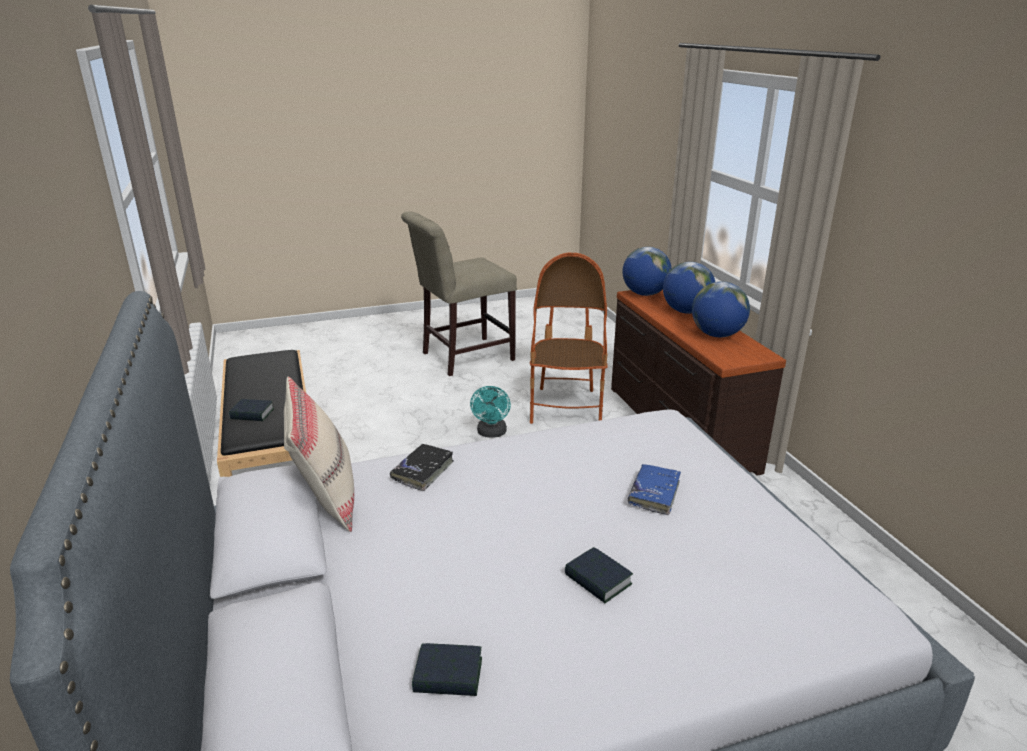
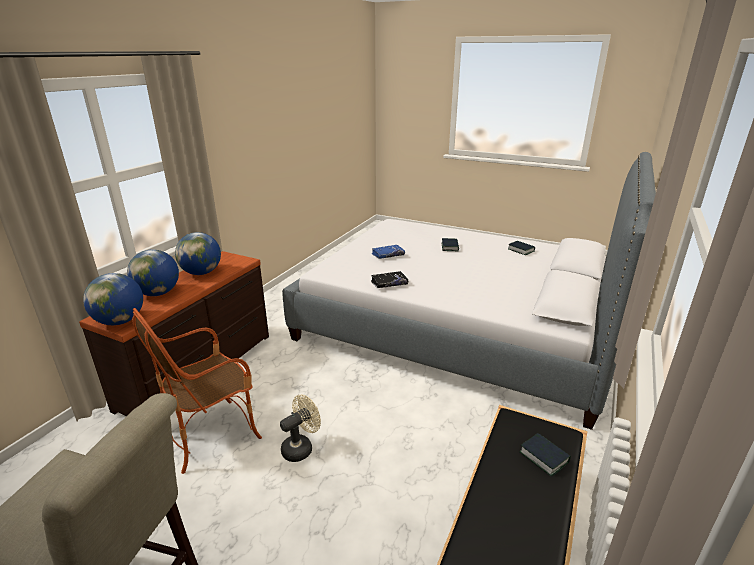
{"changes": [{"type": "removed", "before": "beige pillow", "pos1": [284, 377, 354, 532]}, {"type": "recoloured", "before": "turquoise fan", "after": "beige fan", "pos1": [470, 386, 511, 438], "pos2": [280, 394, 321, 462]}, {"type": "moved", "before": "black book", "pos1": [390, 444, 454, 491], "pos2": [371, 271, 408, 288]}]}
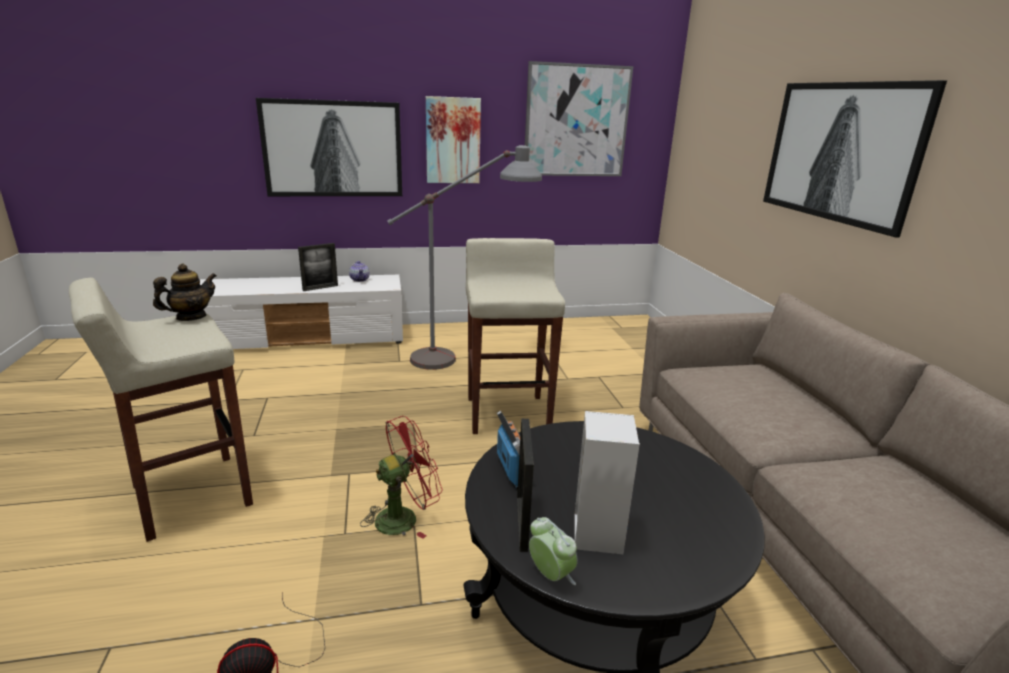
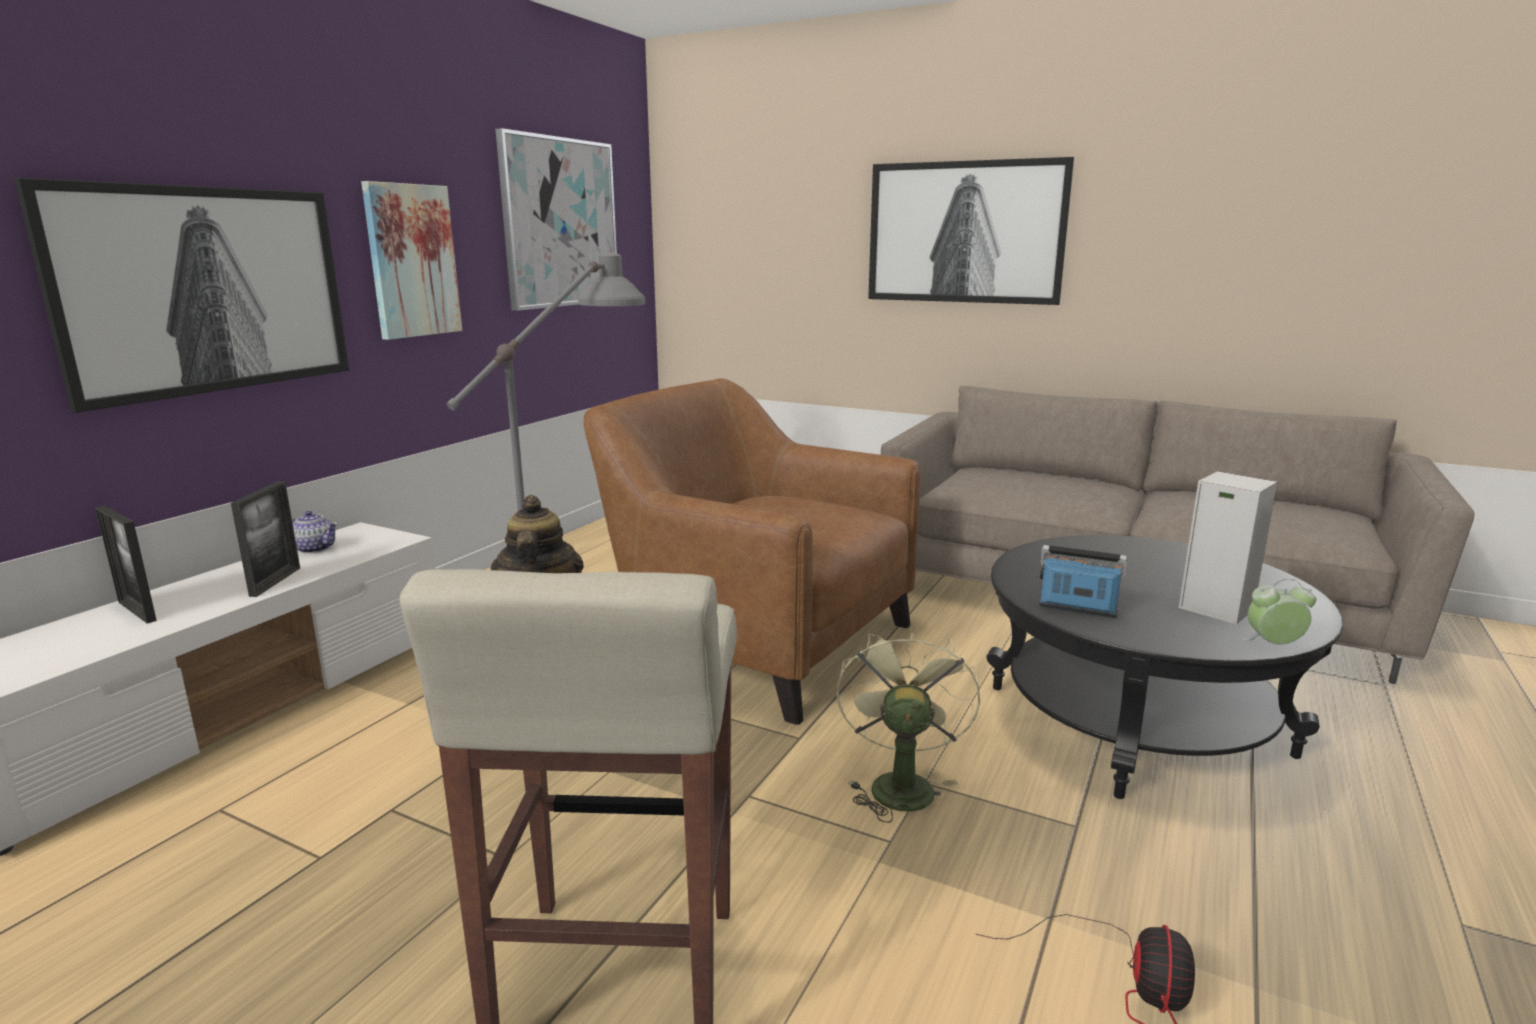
{"changes": [{"type": "replaced", "before": "beige stool", "after": "brown armchair", "pos1": [466, 238, 565, 434], "pos2": [584, 379, 920, 725]}, {"type": "recoloured", "before": "red fan", "after": "green fan", "pos1": [360, 416, 443, 539], "pos2": [837, 625, 980, 823]}, {"type": "moved", "before": "picture frame", "pos1": [517, 419, 534, 552], "pos2": [95, 506, 157, 624]}]}
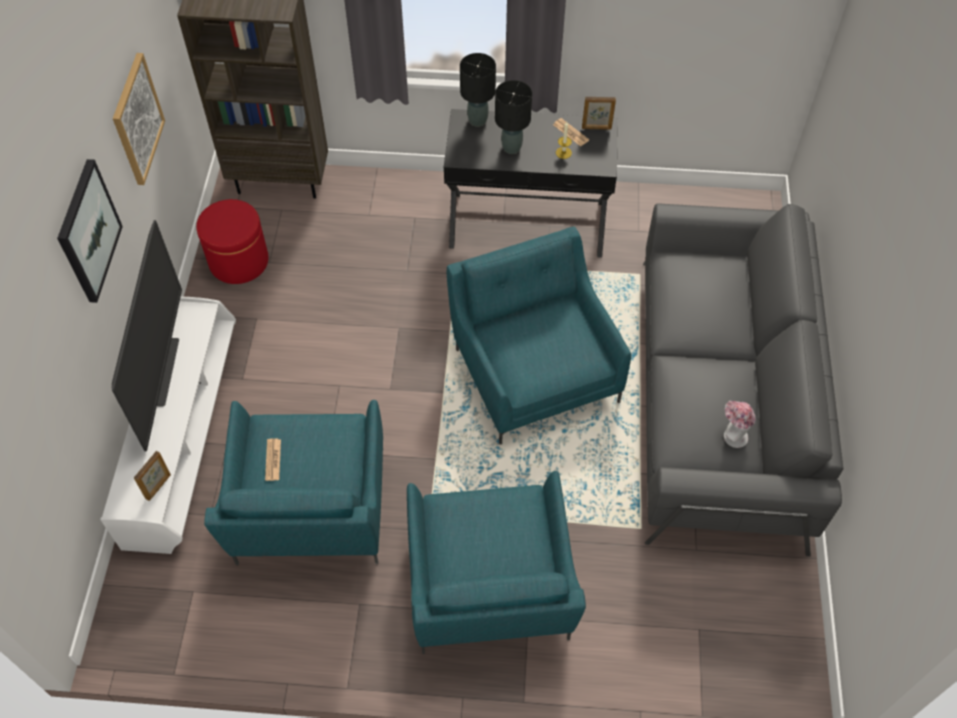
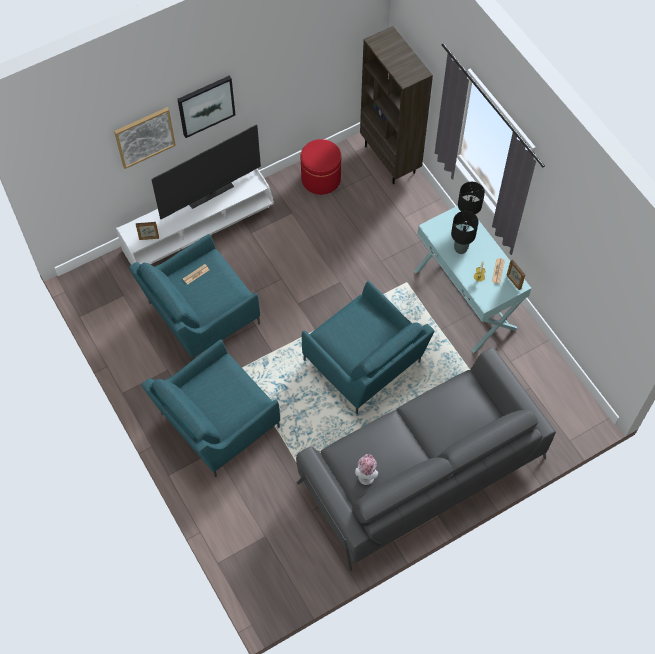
{"changes": [{"type": "moved", "before": "picture", "pos1": [113, 53, 165, 185], "pos2": [114, 107, 176, 169]}, {"type": "recoloured", "before": "black console table", "after": "turquoise console table", "pos1": [444, 109, 618, 258], "pos2": [414, 206, 532, 353]}, {"type": "turned", "before": "turquoise armchair", "pos1": [446, 227, 631, 444], "pos2": [302, 281, 434, 414], "turn": 105}]}
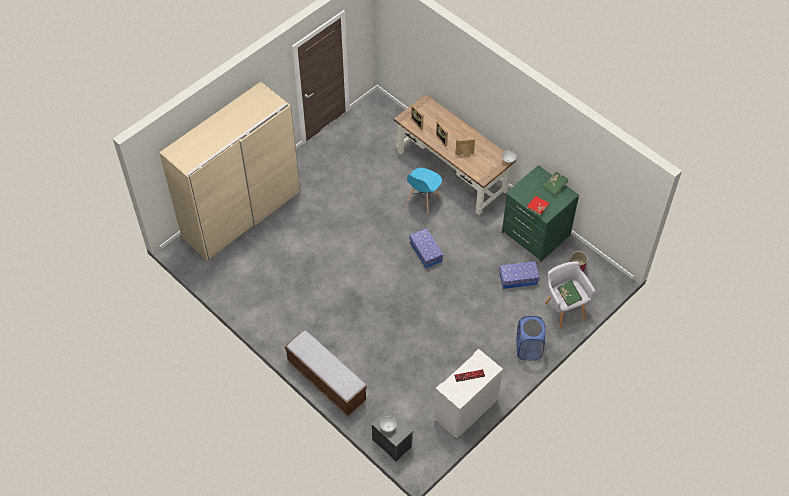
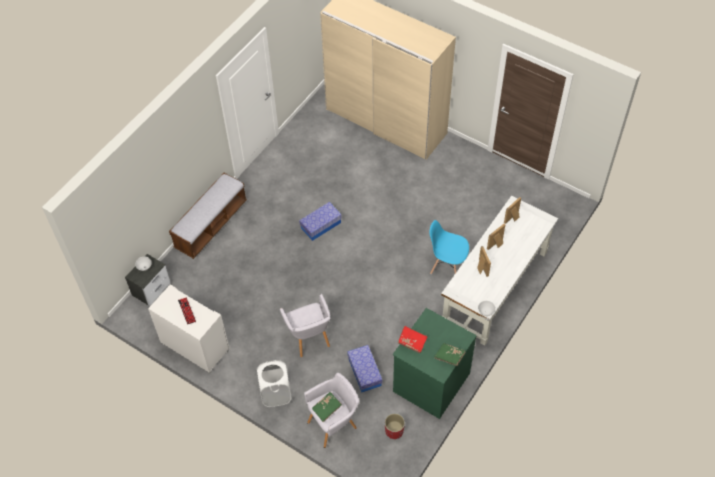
{"changes": [{"type": "recoloured", "before": "brown desk", "after": "white desk", "pos1": [394, 94, 516, 215], "pos2": [441, 195, 558, 346]}, {"type": "moved", "before": "storage box", "pos1": [410, 228, 443, 268], "pos2": [299, 202, 342, 241]}, {"type": "recoloured", "before": "blue laundry basket", "after": "white laundry basket", "pos1": [516, 316, 546, 360], "pos2": [257, 360, 292, 407]}, {"type": "added", "after": "grey armchair", "pos2": [280, 294, 331, 357]}]}
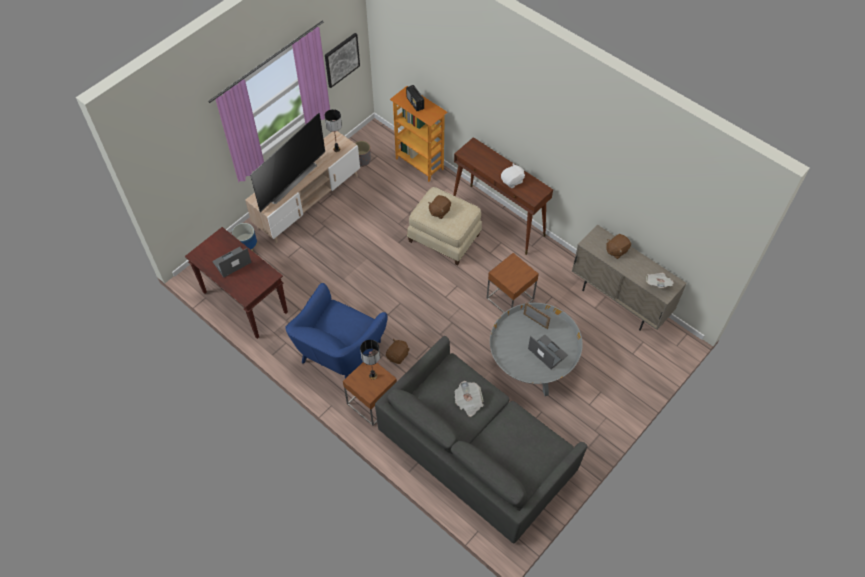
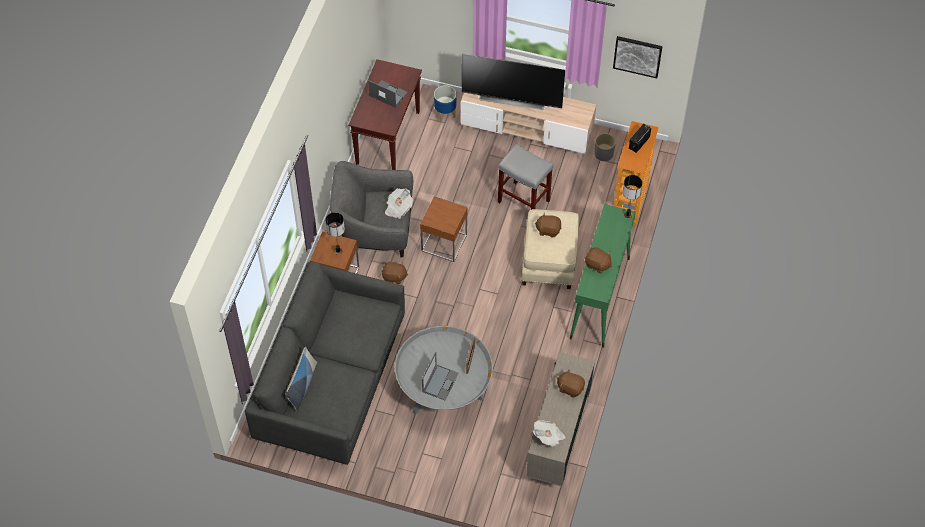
{"changes": [{"type": "moved", "before": "table lamp", "pos1": [324, 109, 342, 152], "pos2": [623, 175, 642, 219]}, {"type": "recoloured", "before": "brown console table", "after": "green console table", "pos1": [453, 137, 553, 255], "pos2": [570, 204, 636, 348]}, {"type": "recoloured", "before": "white plush toy", "after": "brown plush toy", "pos1": [501, 163, 525, 188], "pos2": [585, 247, 612, 274]}, {"type": "moved", "before": "brown side table", "pos1": [487, 253, 539, 313], "pos2": [420, 196, 467, 262]}, {"type": "recoloured", "before": "blue armchair", "after": "grey armchair", "pos1": [285, 283, 388, 379], "pos2": [330, 161, 413, 257]}, {"type": "moved", "before": "newspaper", "pos1": [455, 381, 484, 417], "pos2": [385, 188, 413, 219]}, {"type": "added", "after": "grey stool", "pos2": [498, 144, 554, 210]}, {"type": "added", "after": "pillow", "pos2": [285, 346, 317, 411]}]}
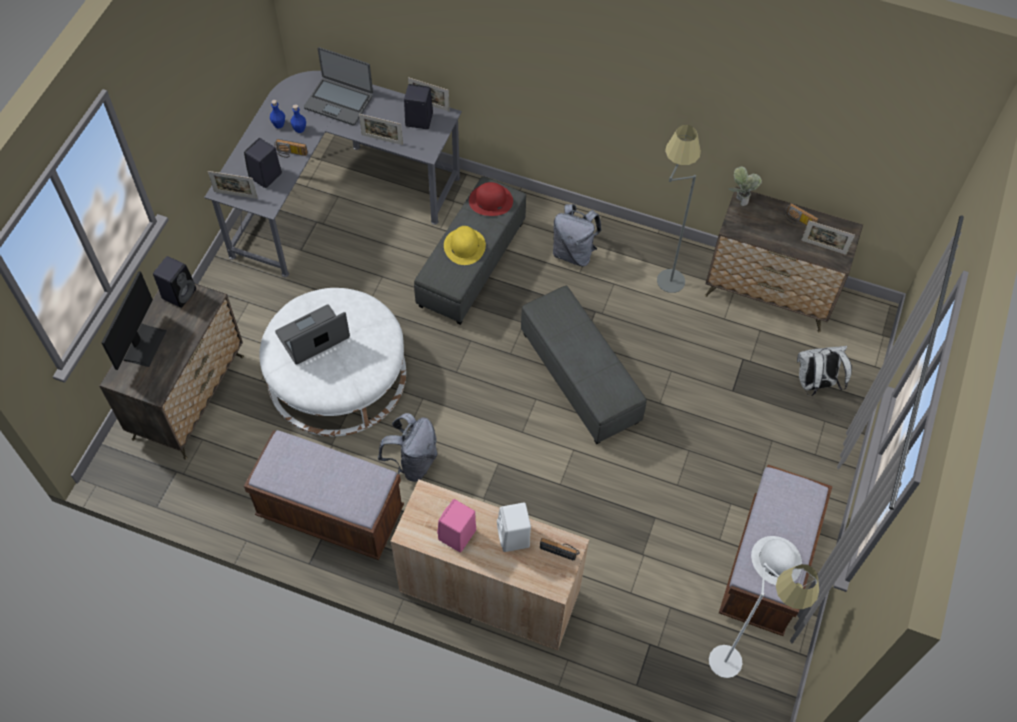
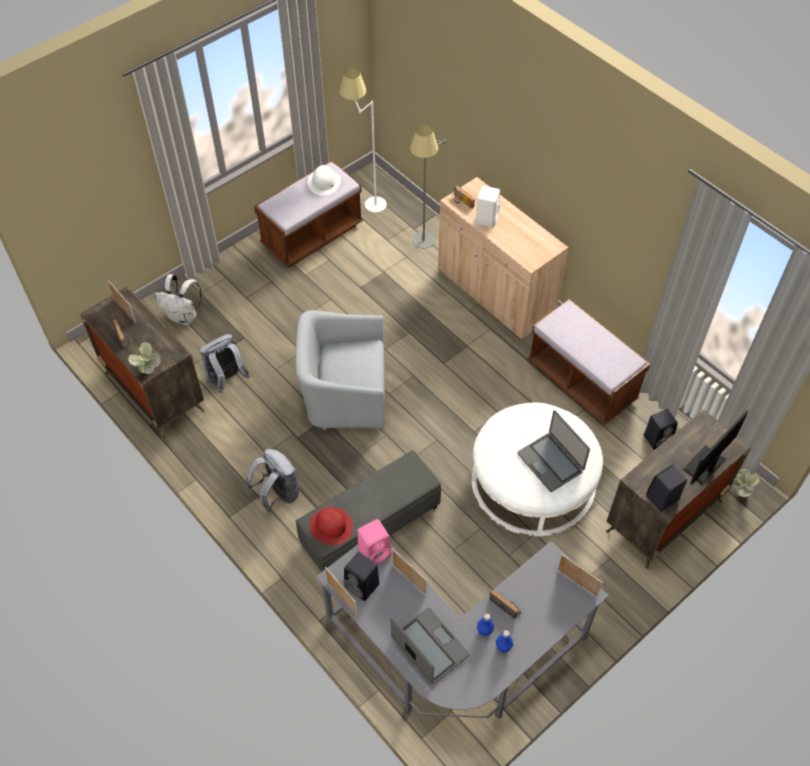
{"changes": [{"type": "moved", "before": "grey floor lamp", "pos1": [657, 125, 701, 293], "pos2": [410, 125, 446, 249]}, {"type": "moved", "before": "black speaker", "pos1": [244, 138, 282, 188], "pos2": [644, 409, 678, 450]}, {"type": "removed", "before": "yellow hat", "pos1": [444, 226, 486, 265]}, {"type": "replaced", "before": "grey ottoman", "after": "grey armchair", "pos1": [521, 286, 647, 444], "pos2": [295, 310, 385, 430]}, {"type": "turned", "before": "laptop", "pos1": [275, 304, 350, 365], "pos2": [517, 410, 590, 492], "turn": 60}, {"type": "moved", "before": "grey backpack", "pos1": [378, 413, 438, 482], "pos2": [199, 334, 250, 393]}, {"type": "moved", "before": "pink speaker", "pos1": [437, 499, 476, 552], "pos2": [357, 519, 391, 564]}, {"type": "added", "after": "potted plant", "pos2": [732, 469, 760, 497]}]}
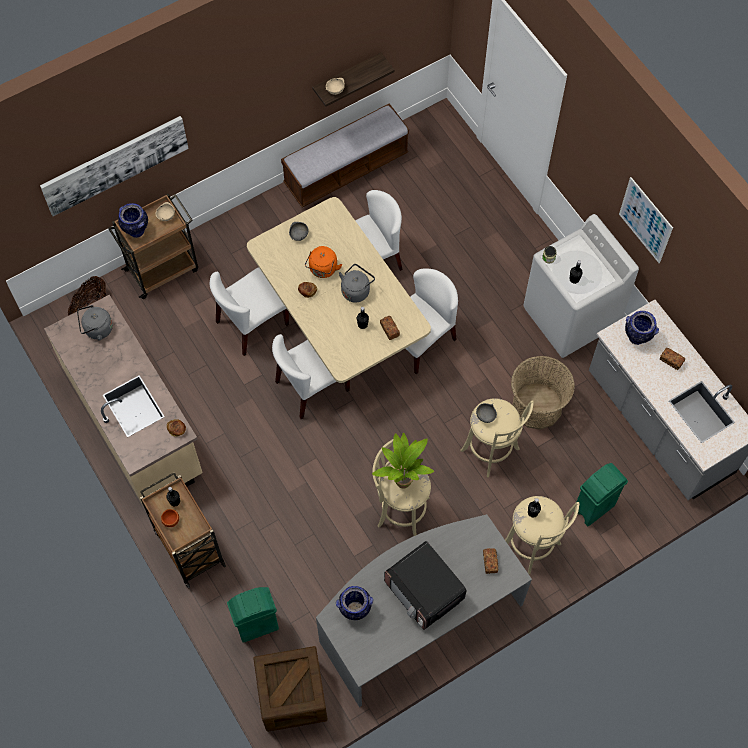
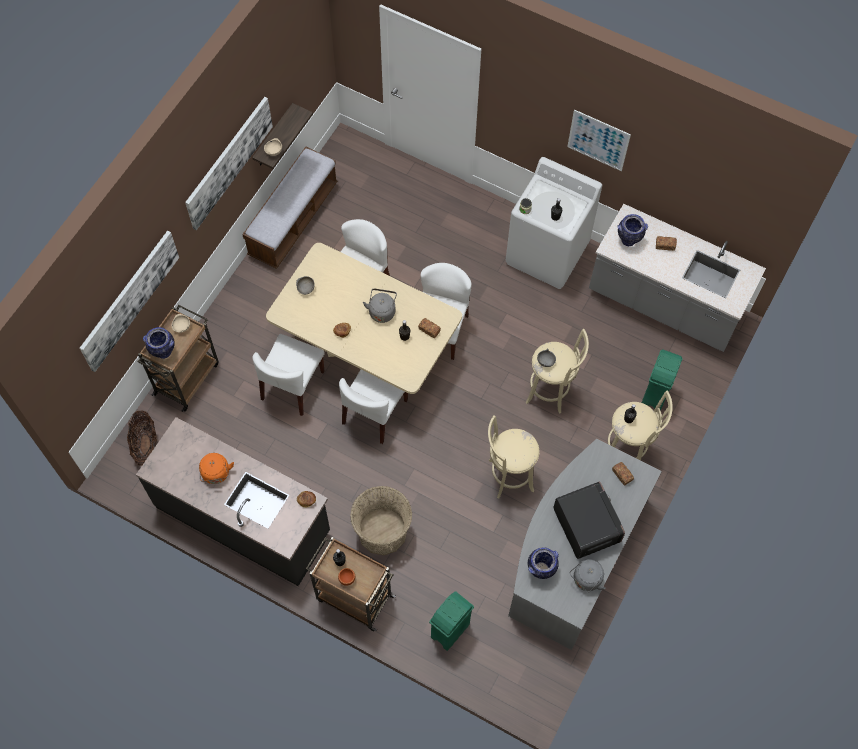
{"changes": [{"type": "moved", "before": "orange kettle", "pos1": [305, 246, 342, 278], "pos2": [199, 453, 234, 484]}, {"type": "recoloured", "before": "beige counter", "after": "black counter", "pos1": [44, 295, 203, 505], "pos2": [136, 417, 330, 586]}, {"type": "moved", "before": "grey kettle", "pos1": [77, 305, 113, 341], "pos2": [570, 559, 605, 592]}, {"type": "moved", "before": "basket", "pos1": [511, 356, 575, 430], "pos2": [350, 486, 412, 555]}, {"type": "removed", "before": "potted plant", "pos1": [372, 433, 434, 489]}, {"type": "turned", "before": "microwave", "pos1": [384, 541, 467, 630], "pos2": [554, 481, 625, 559], "turn": -135}, {"type": "removed", "before": "crate", "pos1": [253, 646, 328, 732]}, {"type": "added", "after": "picture", "pos2": [185, 97, 273, 230]}]}
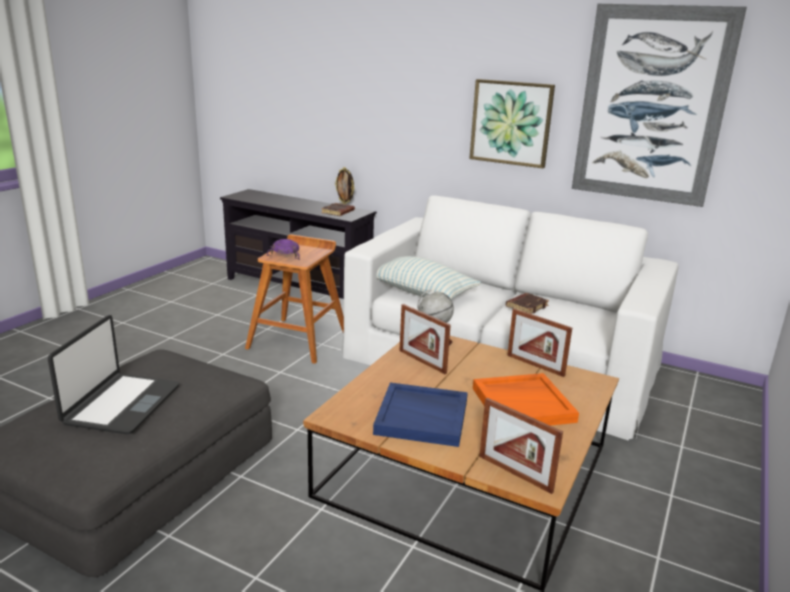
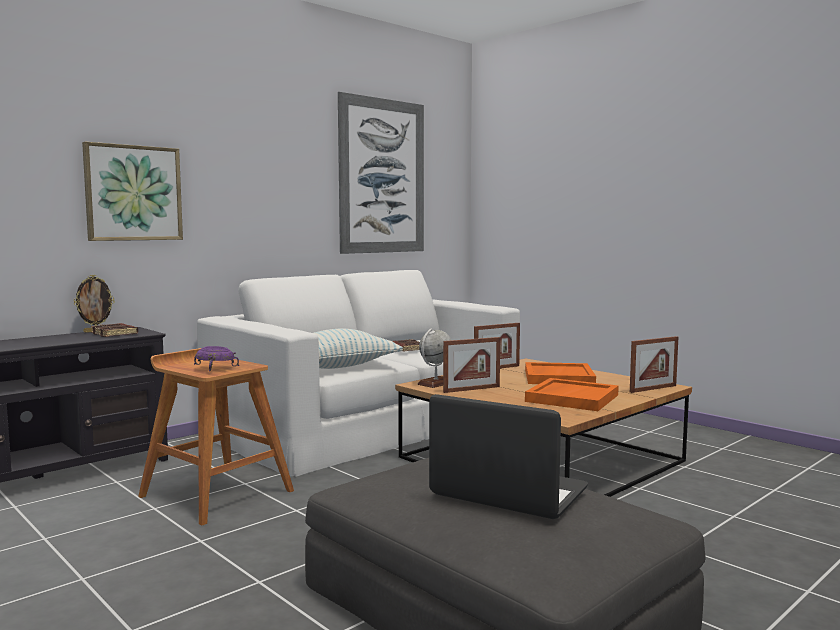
{"changes": [{"type": "moved", "before": "picture", "pos1": [469, 79, 555, 168], "pos2": [82, 142, 183, 241]}, {"type": "recoloured", "before": "blue tray", "after": "orange tray", "pos1": [373, 382, 468, 447], "pos2": [525, 378, 619, 411]}]}
